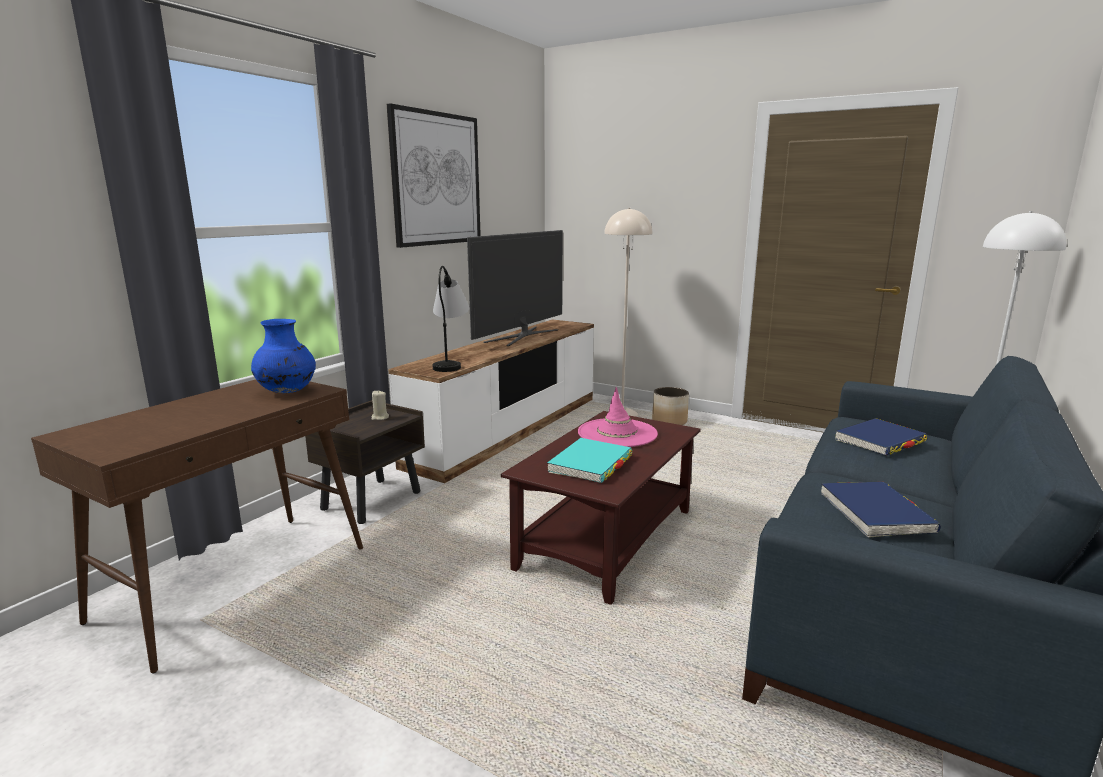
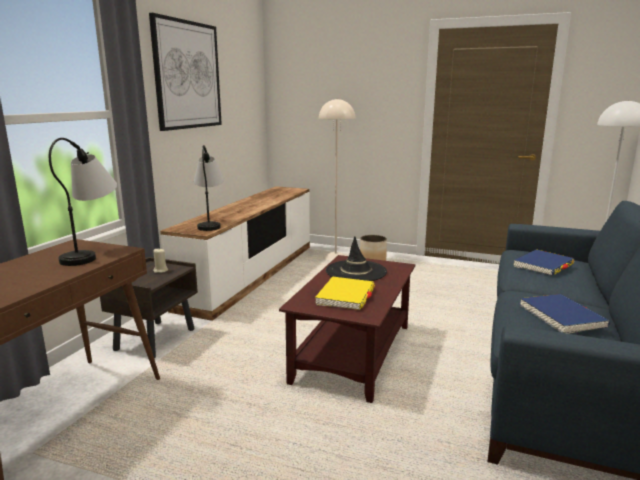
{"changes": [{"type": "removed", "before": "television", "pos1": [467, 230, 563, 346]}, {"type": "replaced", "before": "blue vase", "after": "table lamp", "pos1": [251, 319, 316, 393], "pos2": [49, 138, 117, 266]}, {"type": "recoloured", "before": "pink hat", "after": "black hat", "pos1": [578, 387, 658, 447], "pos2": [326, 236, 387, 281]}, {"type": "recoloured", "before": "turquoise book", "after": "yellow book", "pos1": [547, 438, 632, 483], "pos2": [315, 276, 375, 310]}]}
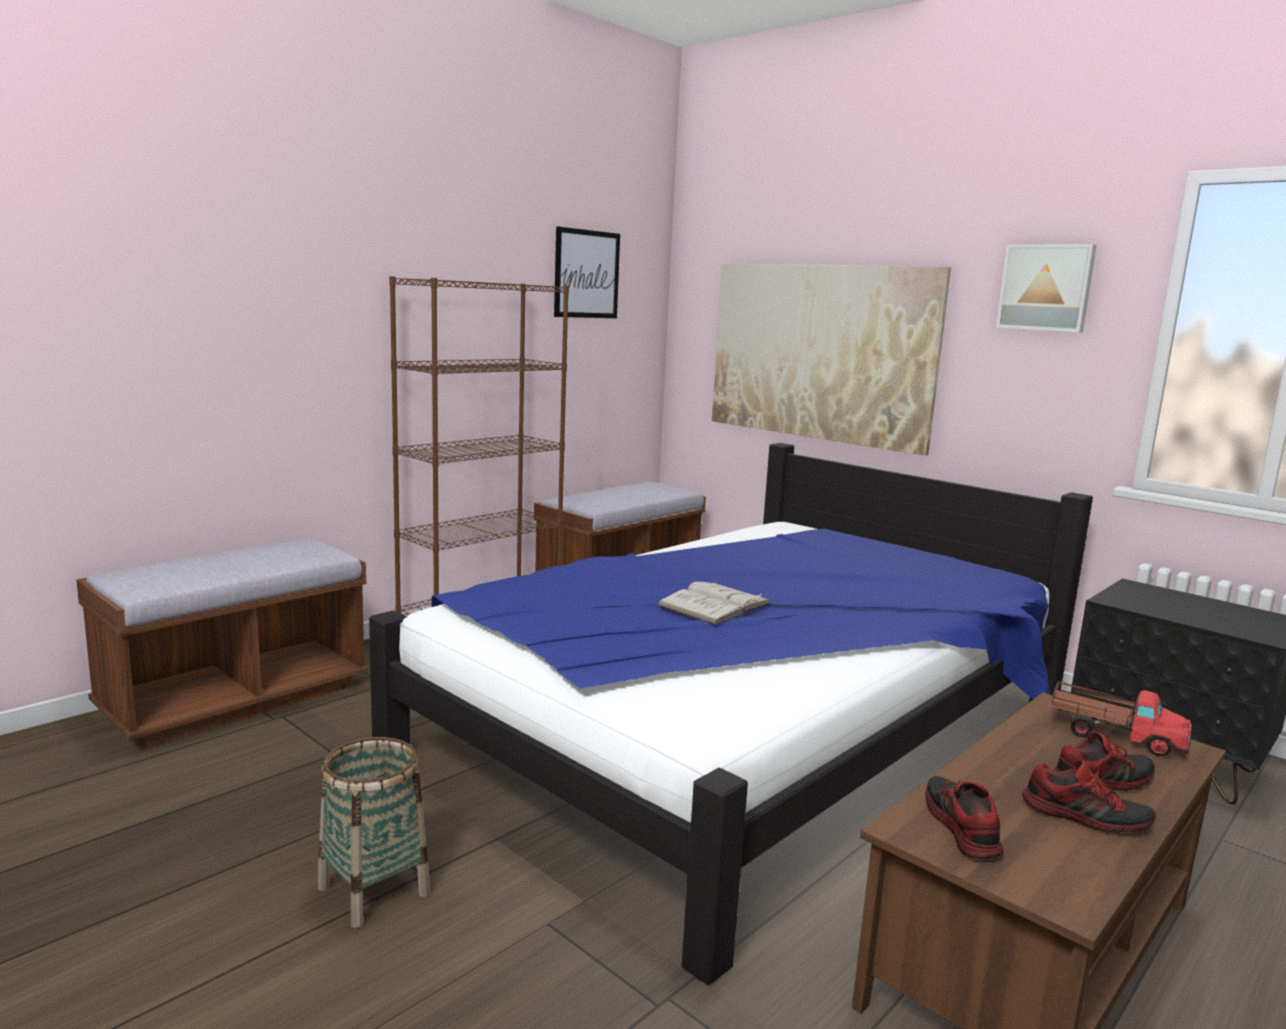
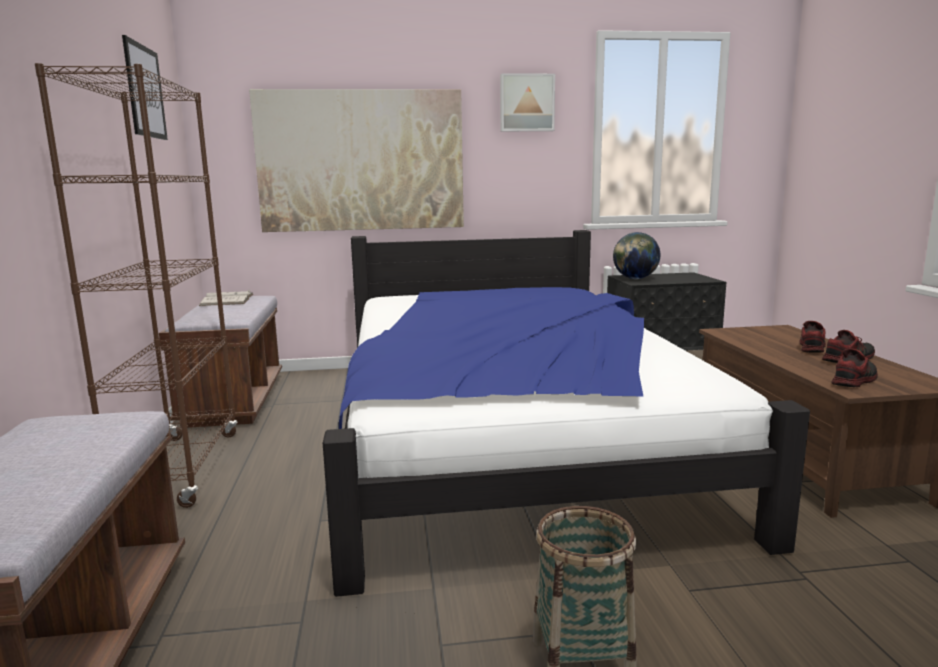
{"changes": [{"type": "moved", "before": "white book", "pos1": [657, 582, 771, 624], "pos2": [199, 290, 253, 306]}, {"type": "removed", "before": "toy truck", "pos1": [1049, 680, 1192, 756]}, {"type": "turned", "before": "shoe", "pos1": [926, 776, 1004, 859], "pos2": [831, 348, 878, 387], "turn": 105}, {"type": "added", "after": "globe", "pos2": [613, 232, 660, 279]}]}
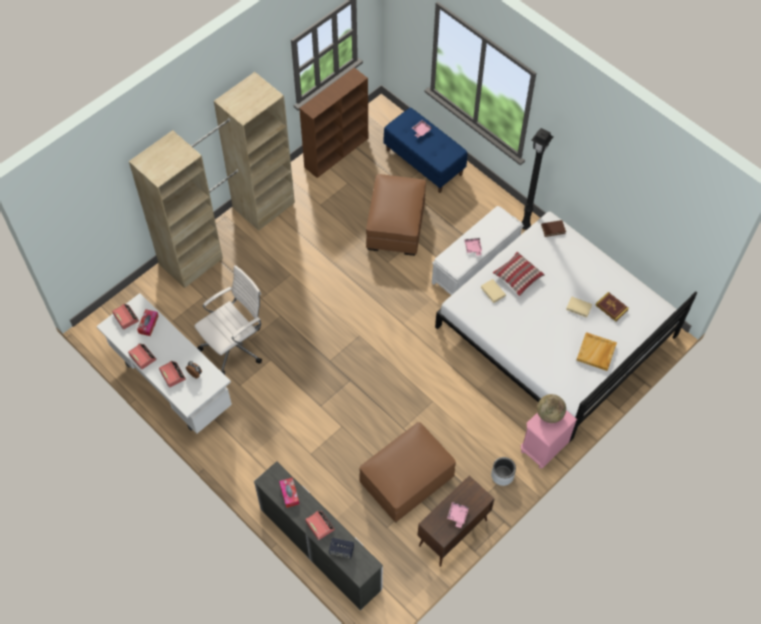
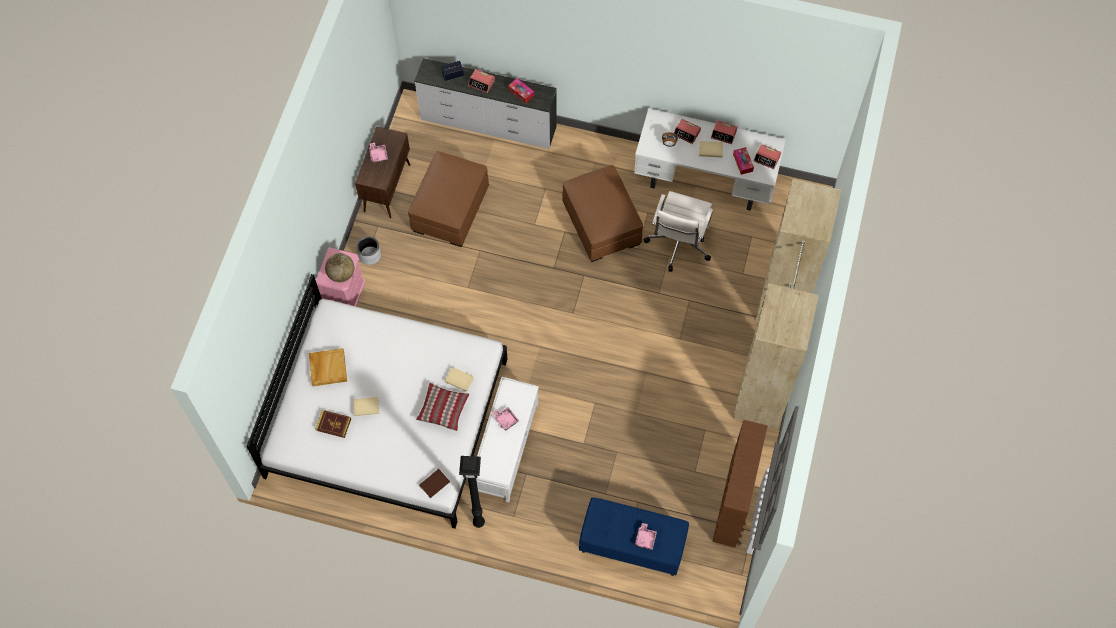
{"changes": [{"type": "moved", "before": "brown ottoman", "pos1": [366, 174, 426, 256], "pos2": [562, 165, 643, 262]}, {"type": "added", "after": "beige book", "pos2": [699, 141, 723, 157]}]}
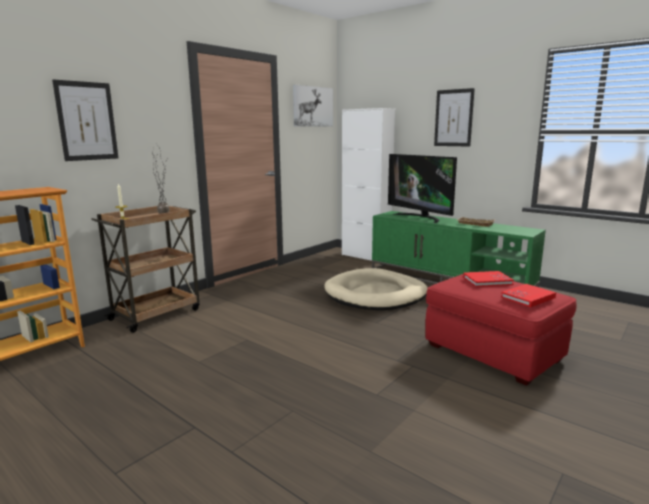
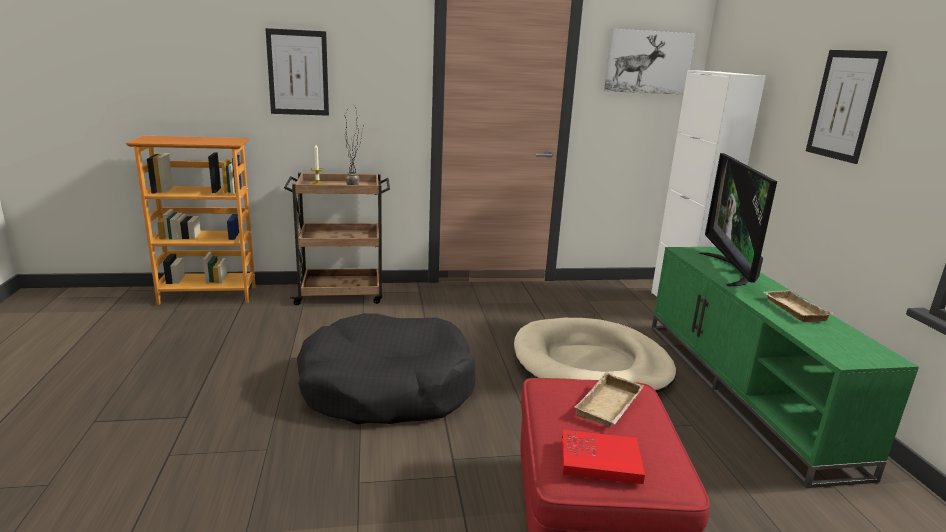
{"changes": [{"type": "replaced", "before": "red book", "after": "beige tray", "pos1": [463, 271, 514, 287], "pos2": [574, 372, 644, 427]}, {"type": "added", "after": "black dog bed", "pos2": [297, 313, 476, 424]}]}
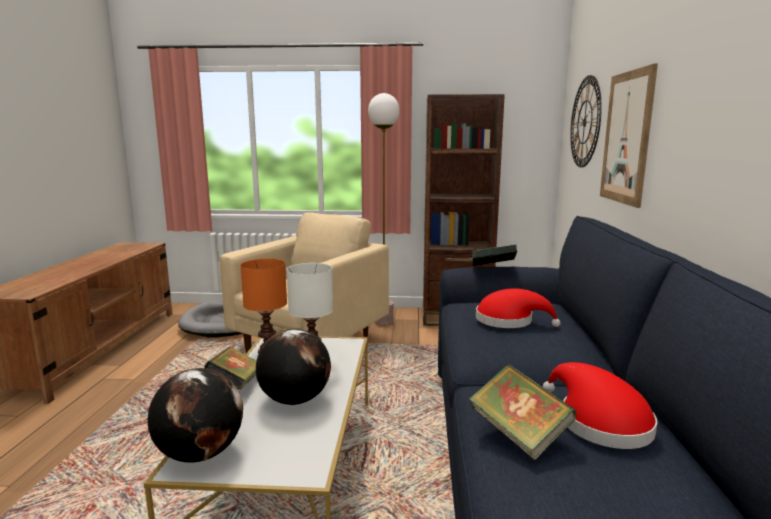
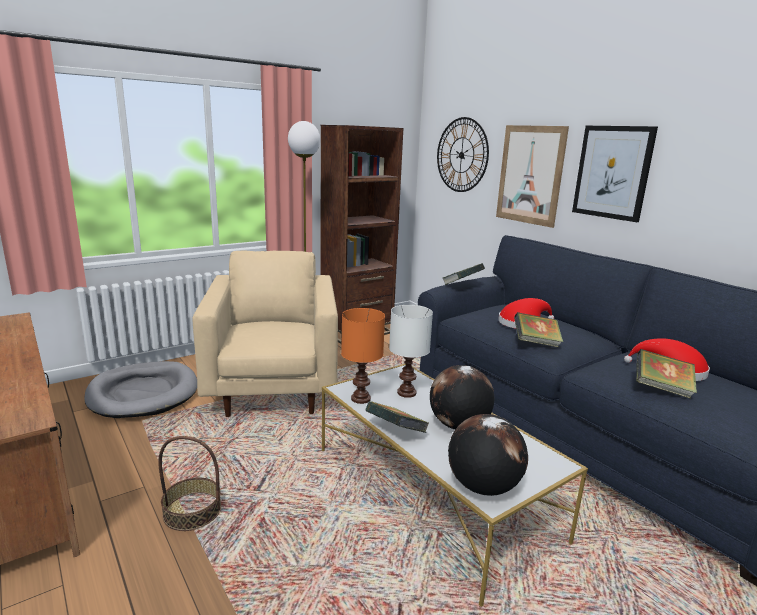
{"changes": [{"type": "added", "after": "picture", "pos2": [572, 126, 658, 222]}, {"type": "added", "after": "book", "pos2": [514, 312, 563, 347]}, {"type": "added", "after": "basket", "pos2": [158, 436, 221, 531]}]}
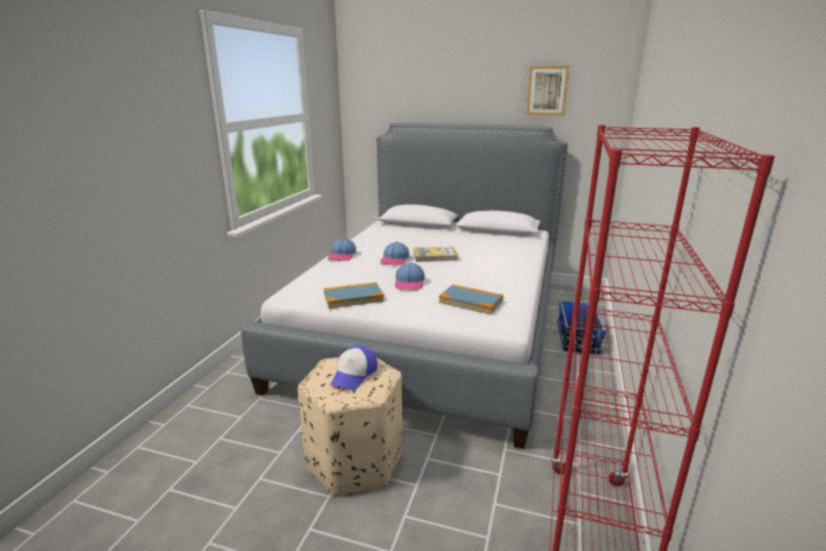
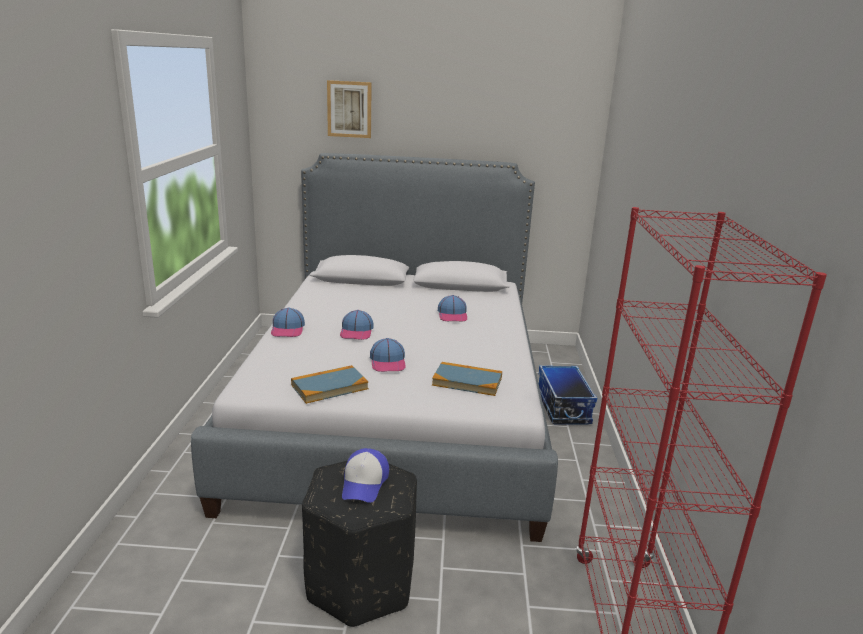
{"changes": [{"type": "moved", "before": "picture", "pos1": [526, 66, 570, 116], "pos2": [327, 80, 372, 138]}, {"type": "removed", "before": "book", "pos1": [413, 246, 458, 262]}, {"type": "recoloured", "before": "beige ottoman", "after": "black ottoman", "pos1": [298, 357, 402, 496], "pos2": [302, 461, 417, 627]}, {"type": "added", "after": "cap", "pos2": [438, 295, 467, 322]}]}
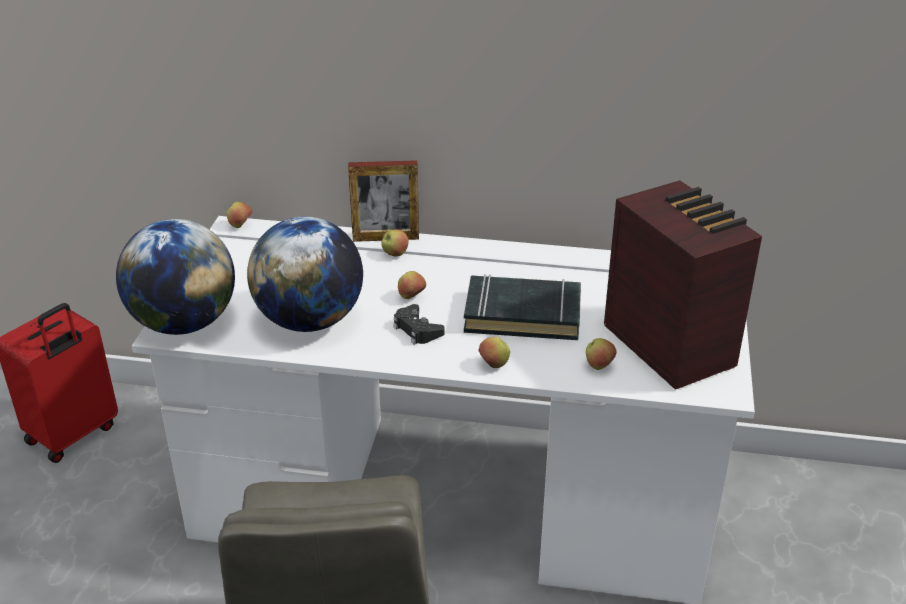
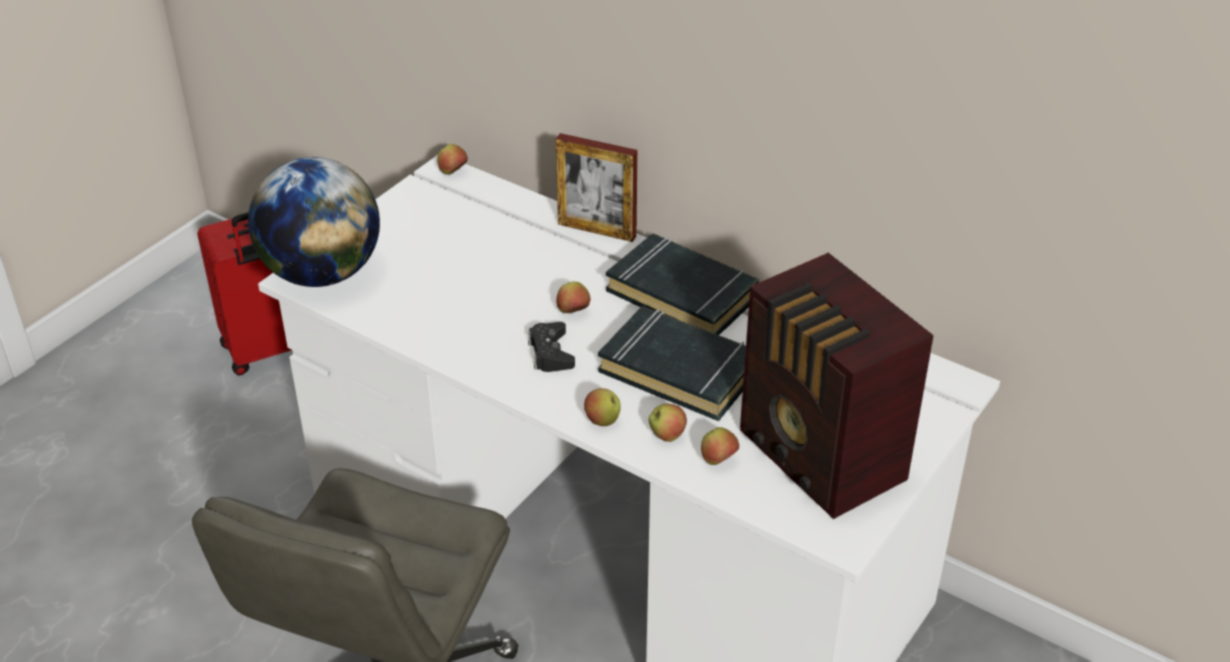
{"changes": [{"type": "turned", "before": "radio", "pos1": [604, 180, 762, 390], "pos2": [740, 253, 933, 519], "turn": 150}, {"type": "removed", "before": "globe", "pos1": [247, 217, 363, 332]}, {"type": "moved", "before": "apple", "pos1": [381, 229, 408, 256], "pos2": [648, 404, 687, 442]}, {"type": "added", "after": "black book", "pos2": [606, 234, 759, 335]}]}
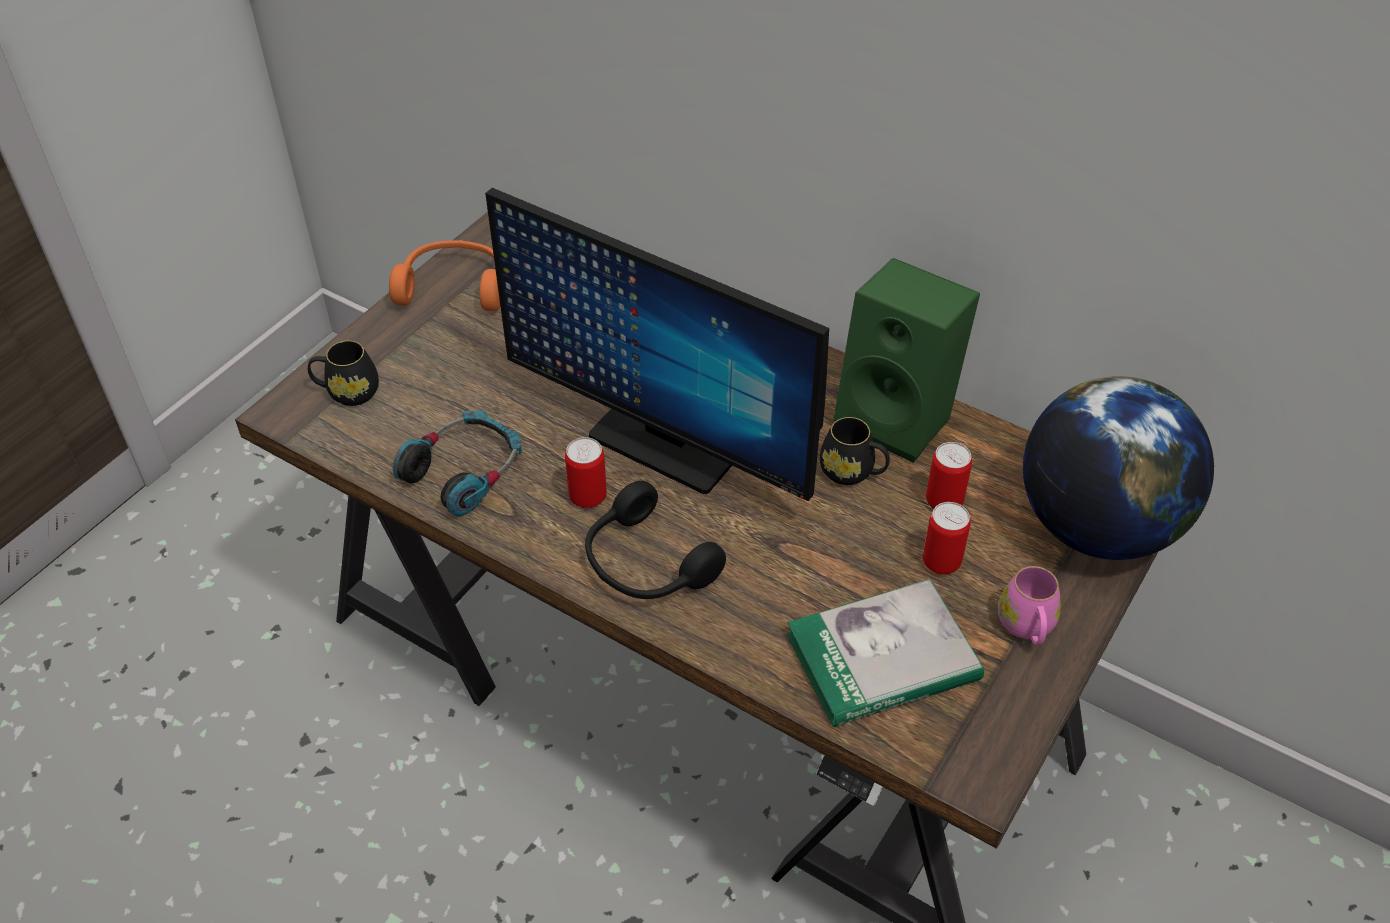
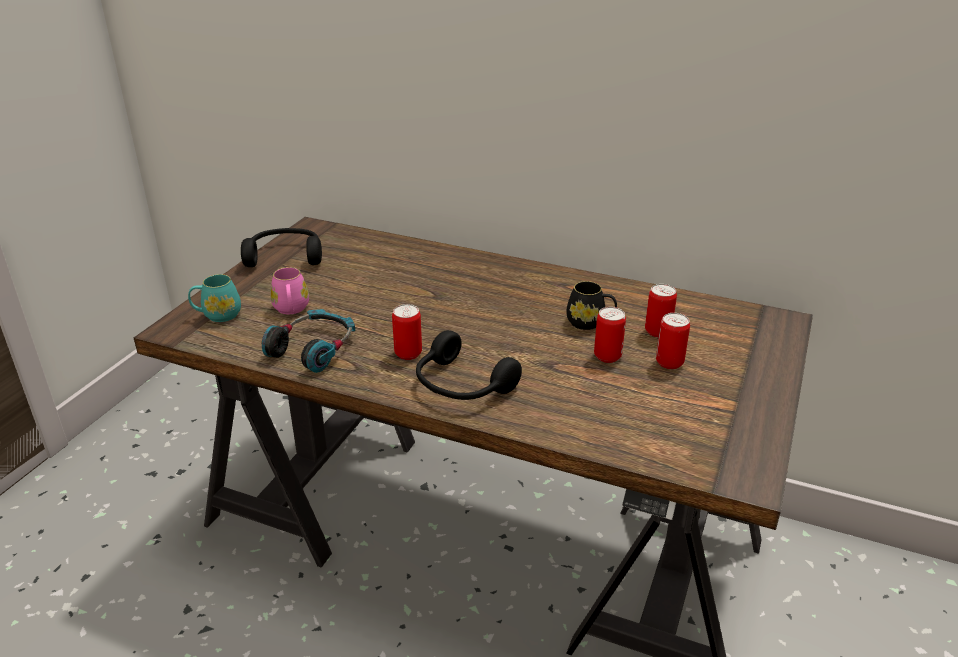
{"changes": [{"type": "removed", "before": "monitor", "pos1": [485, 188, 829, 501]}, {"type": "recoloured", "before": "orange headphones", "after": "black headphones", "pos1": [389, 240, 501, 311], "pos2": [241, 228, 322, 267]}, {"type": "removed", "before": "green speaker", "pos1": [833, 258, 980, 463]}, {"type": "recoloured", "before": "black mug", "after": "turquoise mug", "pos1": [308, 341, 379, 406], "pos2": [188, 274, 241, 322]}, {"type": "removed", "before": "globe", "pos1": [1023, 376, 1214, 560]}, {"type": "moved", "before": "pink mug", "pos1": [998, 566, 1061, 645], "pos2": [270, 267, 309, 314]}, {"type": "removed", "before": "book", "pos1": [787, 579, 984, 727]}, {"type": "added", "after": "can", "pos2": [594, 307, 626, 363]}]}
